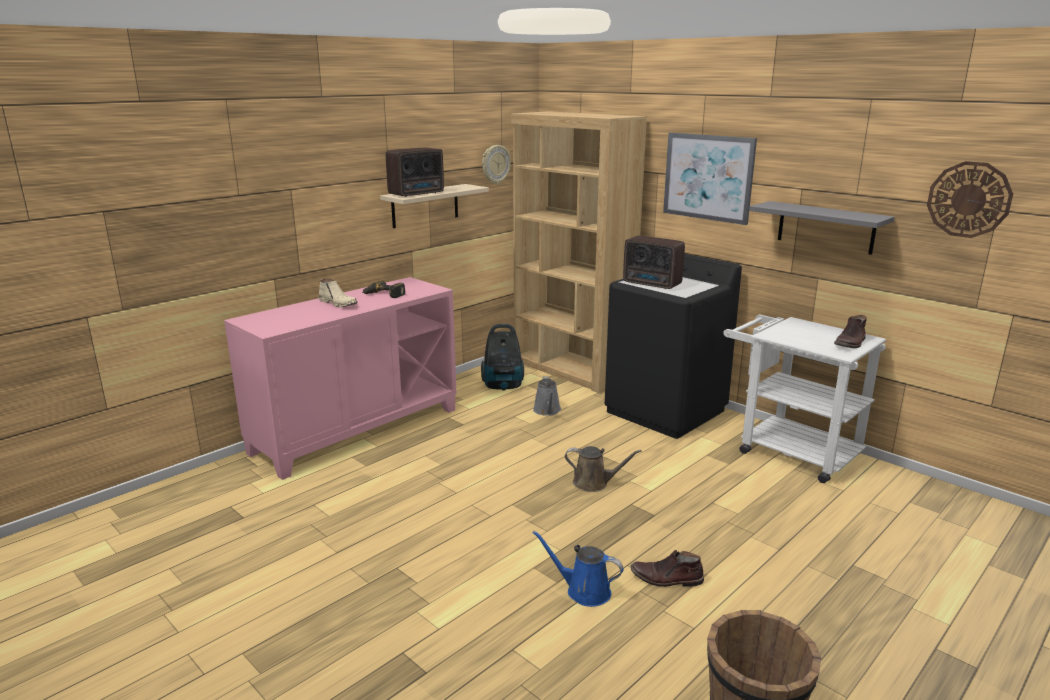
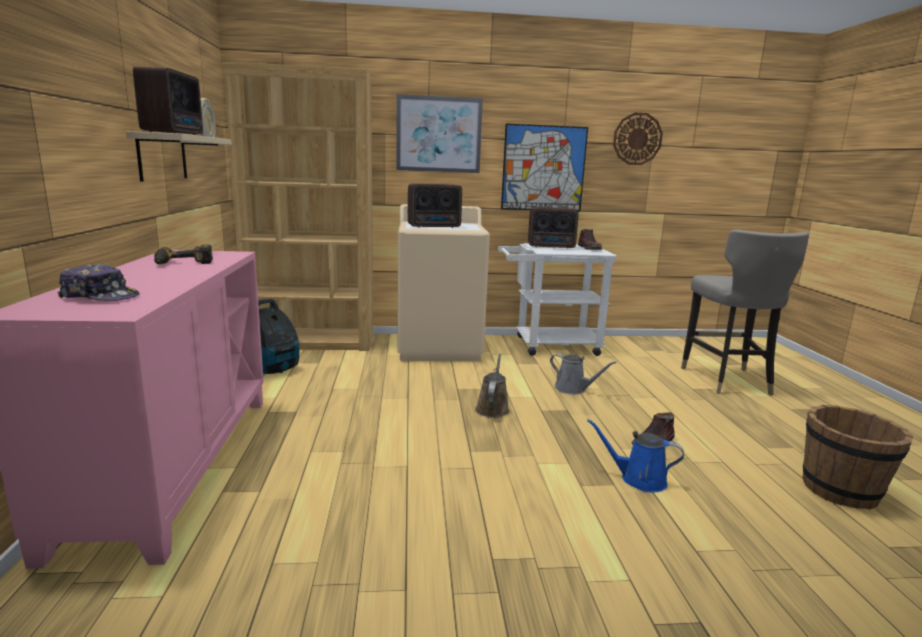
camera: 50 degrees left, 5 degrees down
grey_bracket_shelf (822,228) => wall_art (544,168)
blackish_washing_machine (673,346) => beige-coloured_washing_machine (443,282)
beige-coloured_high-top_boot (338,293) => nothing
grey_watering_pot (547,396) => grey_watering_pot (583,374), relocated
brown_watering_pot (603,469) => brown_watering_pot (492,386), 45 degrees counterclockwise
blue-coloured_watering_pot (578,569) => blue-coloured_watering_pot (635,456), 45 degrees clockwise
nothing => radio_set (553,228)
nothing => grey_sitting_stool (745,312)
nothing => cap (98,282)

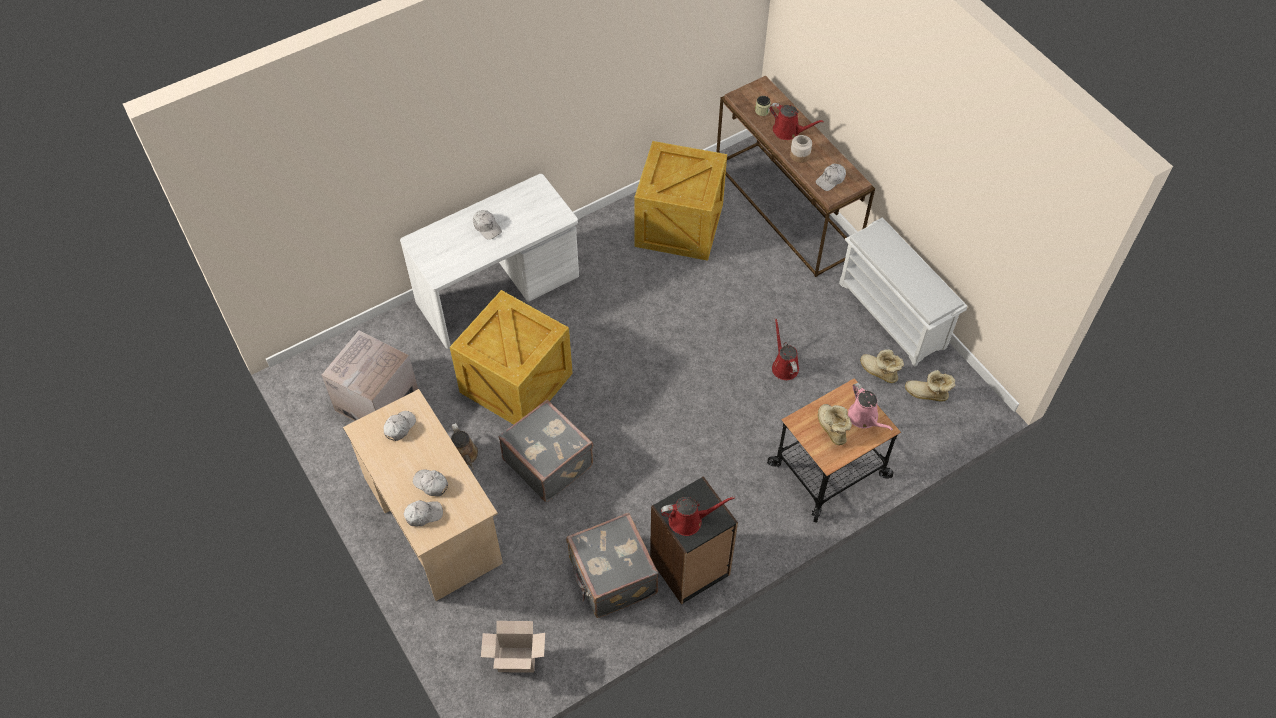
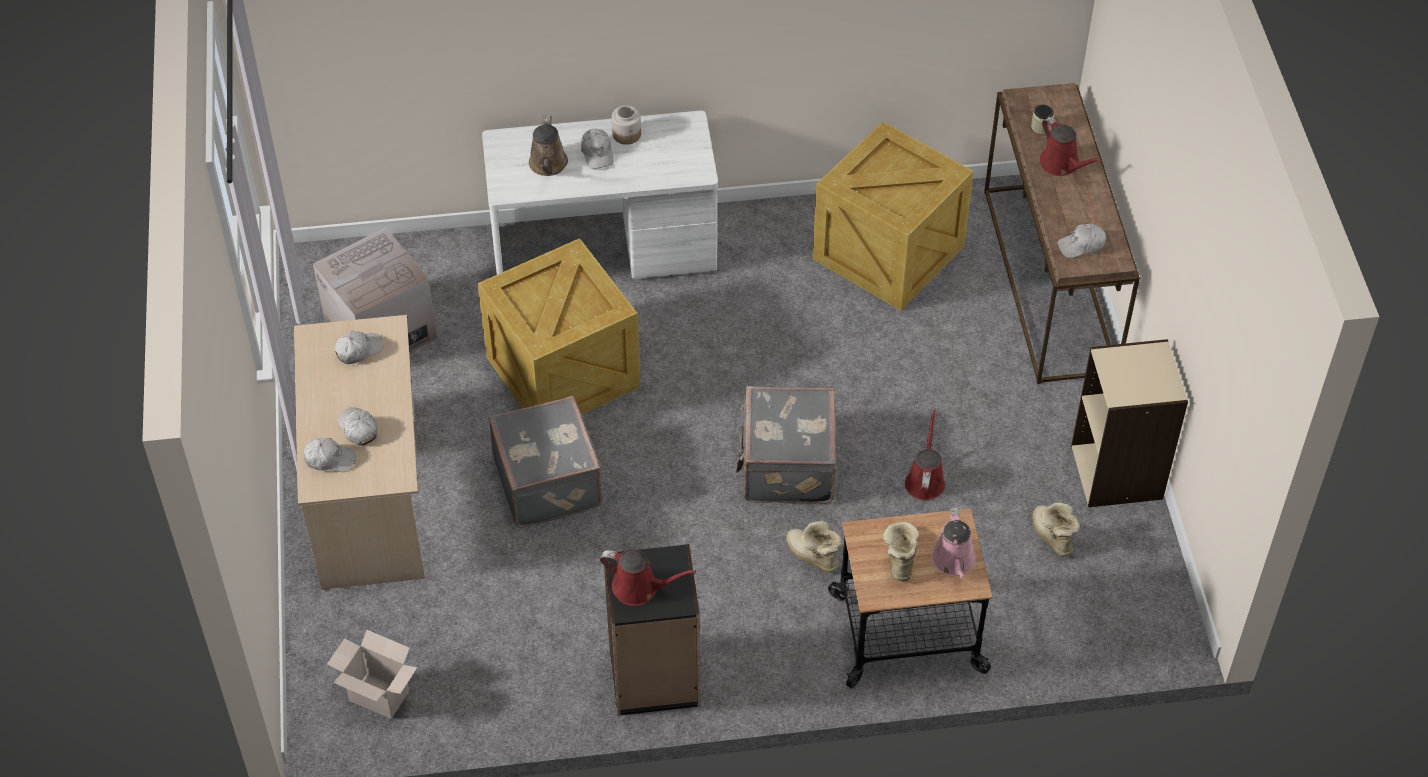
camera: 25 degrees right, 5 degrees down
storage_jar (801,149) => storage_jar (626,125), relocated
white-coloured_shoe_shelf (903,292) => beige-coloured_bookshelf (1129,423)
high-top_boot (930,385) => high-top_boot (814,547), relocated
brown_watering_pot (464,446) => brown_watering_pot (548,146), relocated
grey_piece_of_luggage (612,565) => grey_piece_of_luggage (786,445), relocated

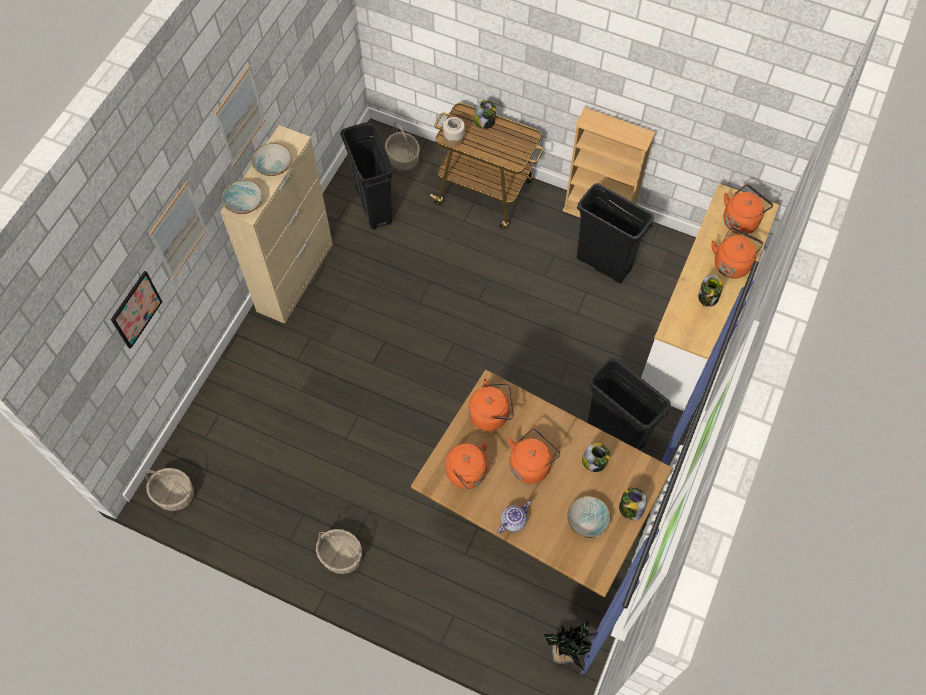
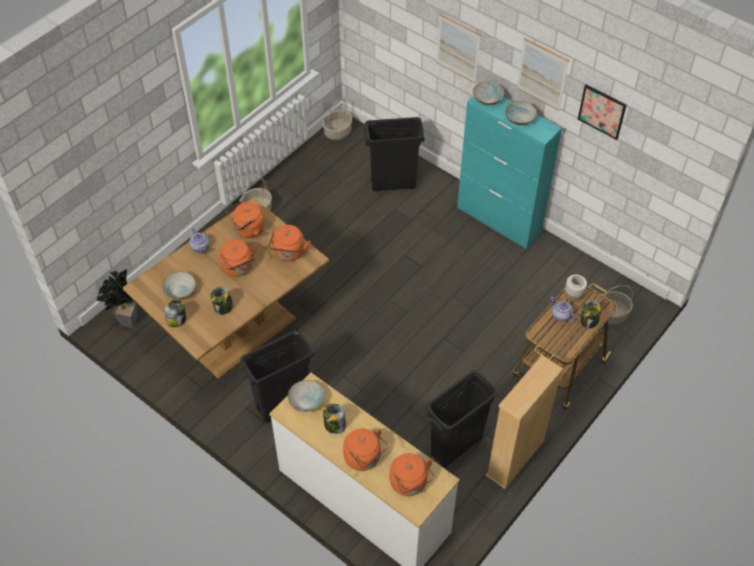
camera: 105 degrees right, 10 degrees down
blackish_waste_bin (367,176) => blackish_waste_bin (394,154), relocated
beige-coloured_cupboard (276,224) => turquoise_cupboard (509,172)
wall_art (136,310) => wall_art (602,112), relocated
nothing => teapot (563,309)
nothing => deep_dish (306,396)

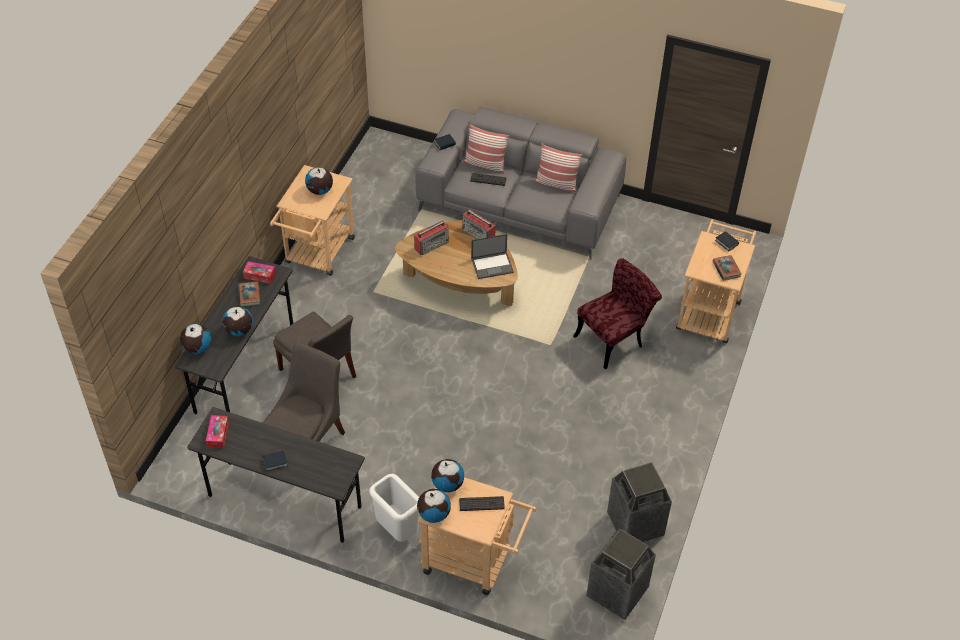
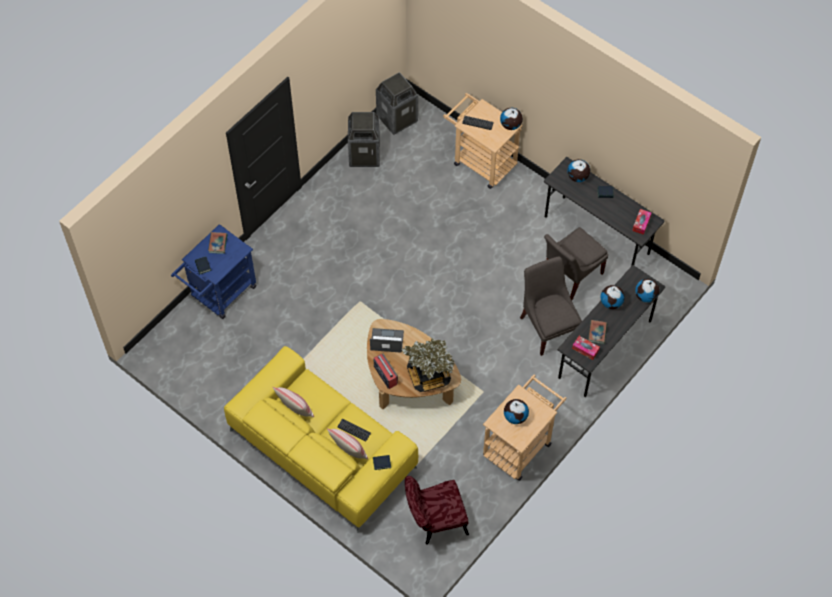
camera: 160 degrees left, 10 degrees up
grey_couch (521,183) => yellow_couch (321,439)
beige-coloured_wheeled_cart (716,281) => blue-coloured_wheeled_cart (213,271)
radio_set (431,238) => houseplant (427,365)
reddish_chair (617,313) => reddish_chair (437,510), relocated
globe (447,475) => globe (578,170), relocated
white-coloured_waste_bin (394,508) => nothing

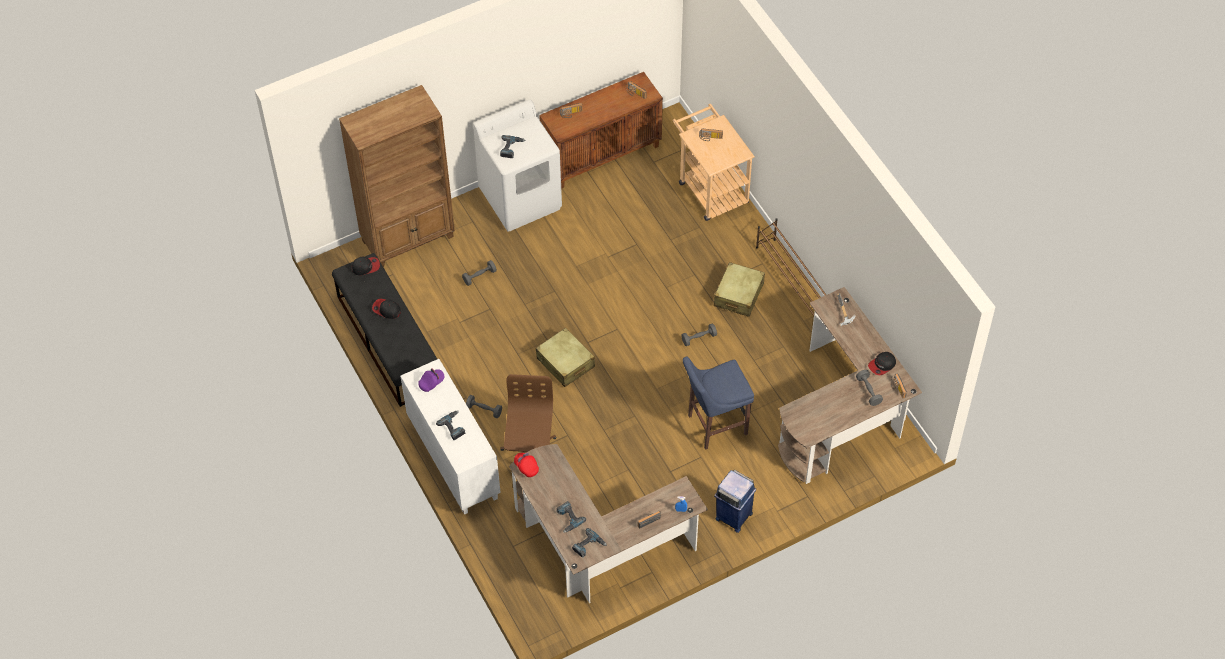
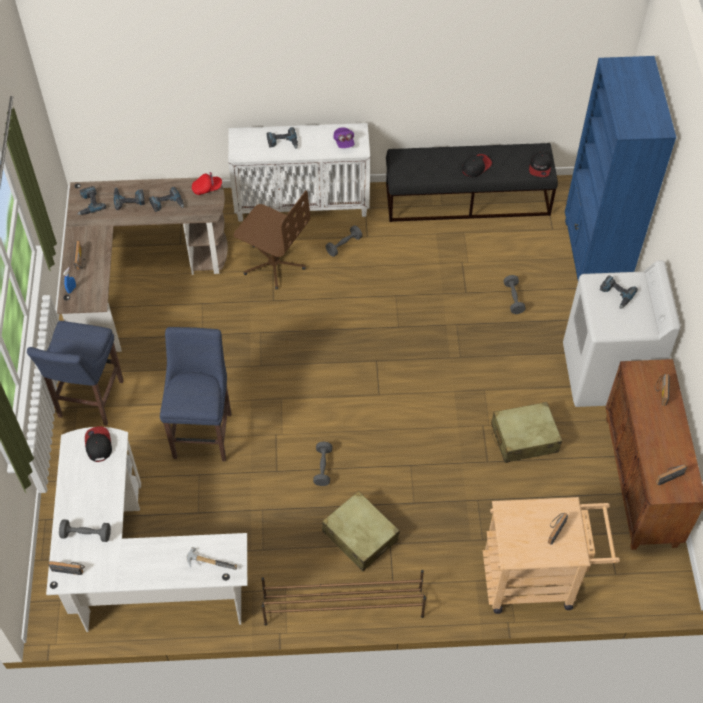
camera: 115 degrees right, 0 degrees up
brown_bookshelf (397,176) => blue-coloured_bookshelf (620,168)
brown_desk_unit (850,385) => white-coloured_desk_unit (146,529)
beige-coloured_piece_of_luggage (565,357) => beige-coloured_piece_of_luggage (526,432), relocated
cap (882,363) => cap (98,444), relocated
blue-coloured_waste_bin (735,501) => blue-coloured_sitting_stool (75,373)
nothing => electric_drill (166,199)

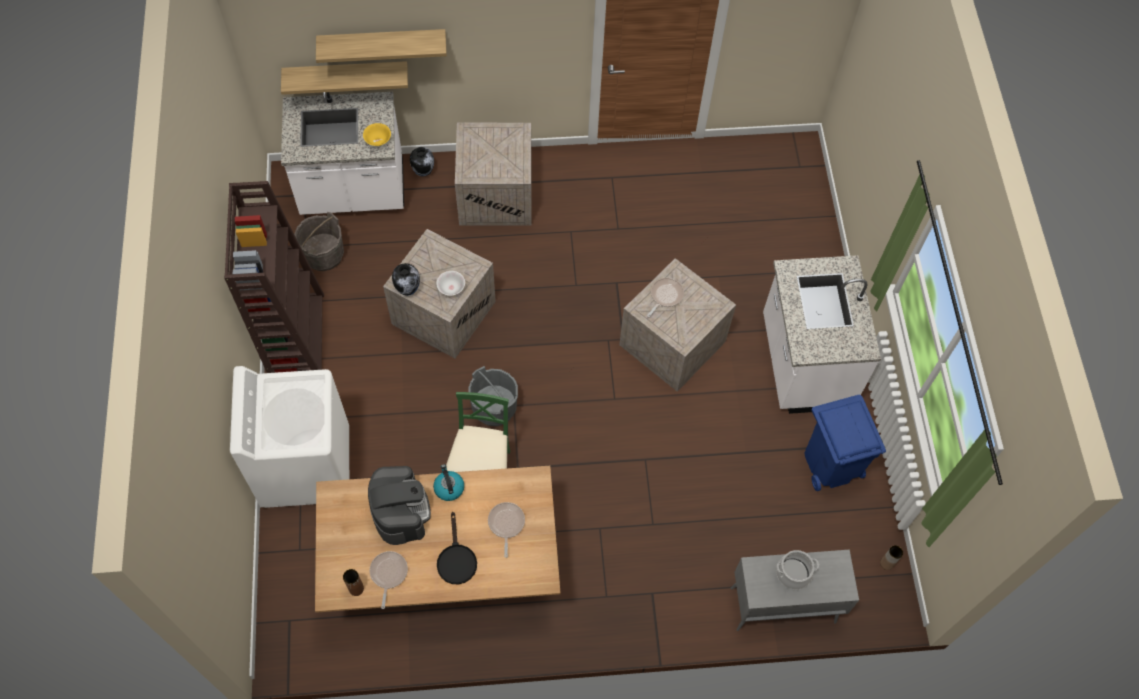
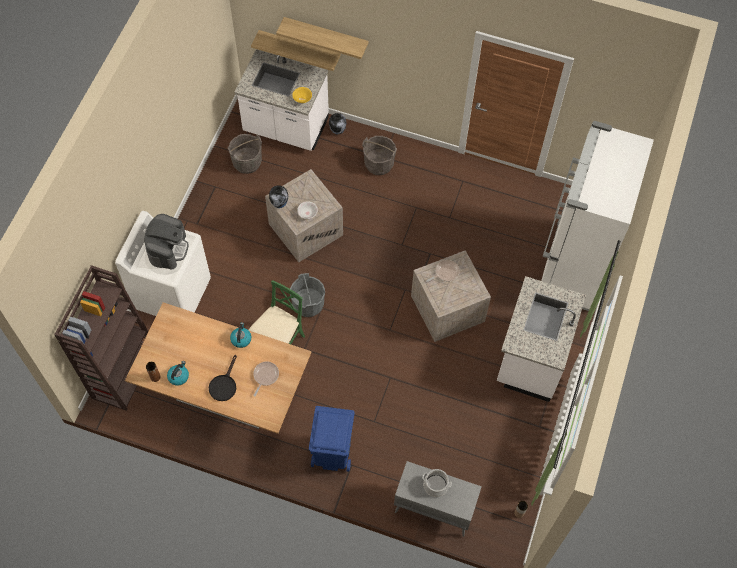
camera: 25 degrees right, 0 degrees up
packing_crate (493,174) => grey_water_bucket (379,155)
brown_bookshelf (274,277) => brown_bookshelf (101,338), relocated
blue-coloured_waste_bin (845,443) => blue-coloured_waste_bin (332,439), relocated
coffee_machine (399,505) => coffee_machine (166,242), relocated
skillet (389,580) => water_kettle (178,373)
nothing => white-coloured_kitchen_fridge (597,216)

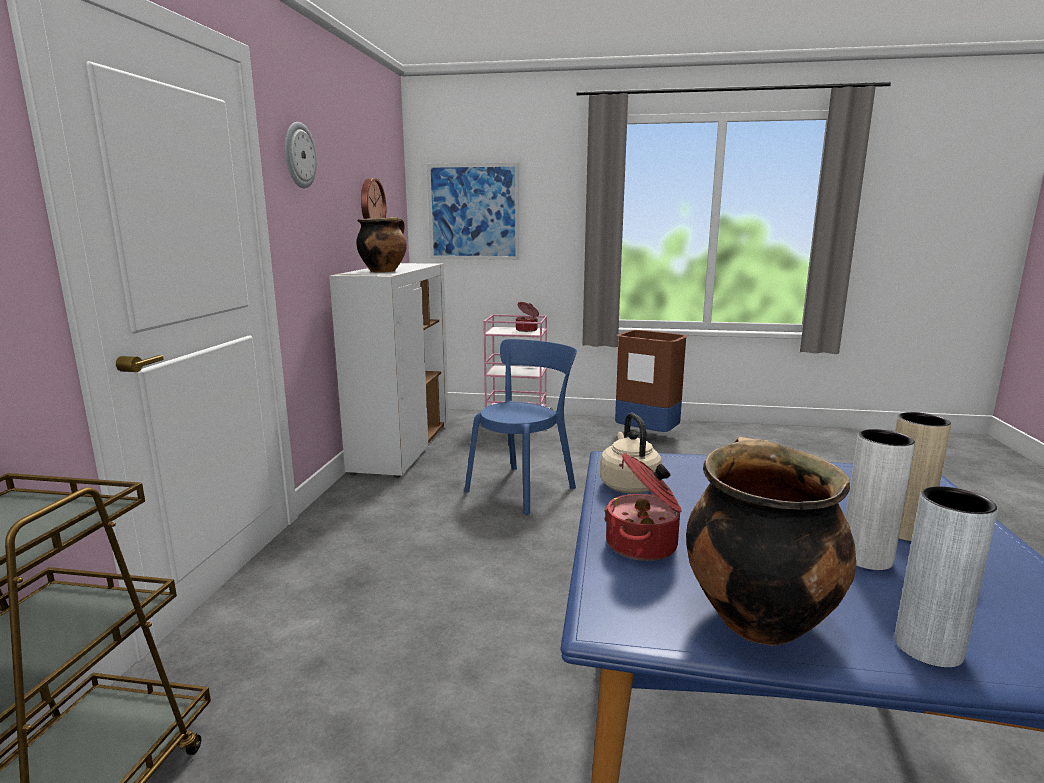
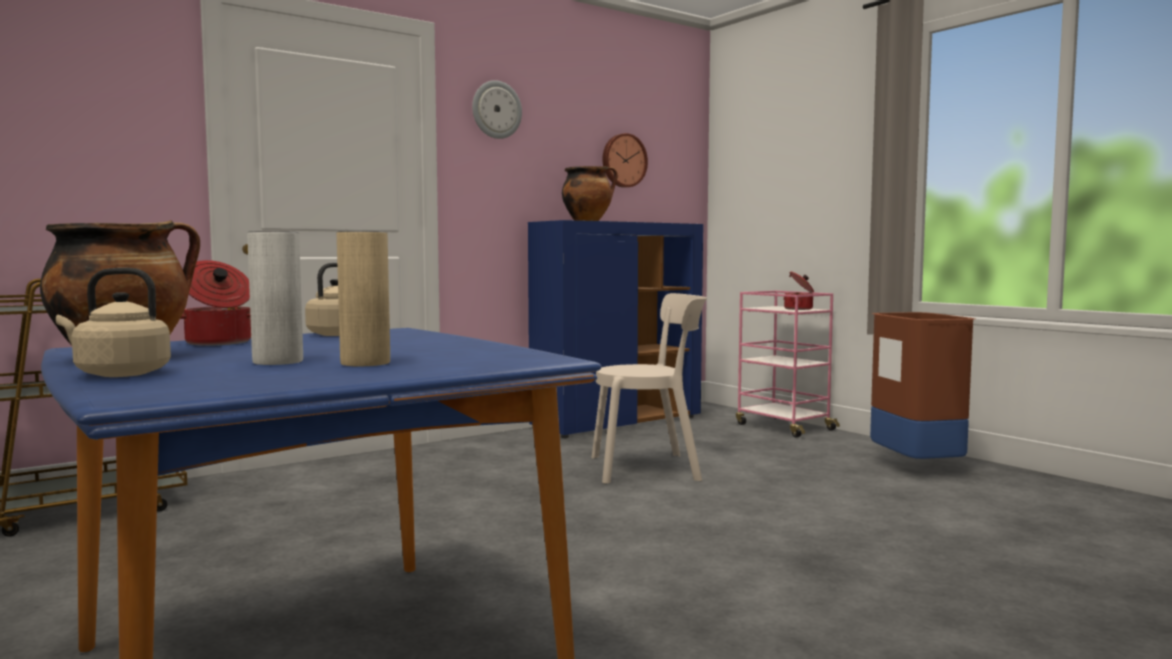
camera: 45 degrees right, 10 degrees down
wall_art (473,211) => nothing
white-coloured_cupboard (389,370) => blue-coloured_cupboard (615,329)
blue-coloured_chair (520,427) => beige-coloured_chair (649,388)
grey_vase (946,576) => beige-coloured_water_kettle (113,322)

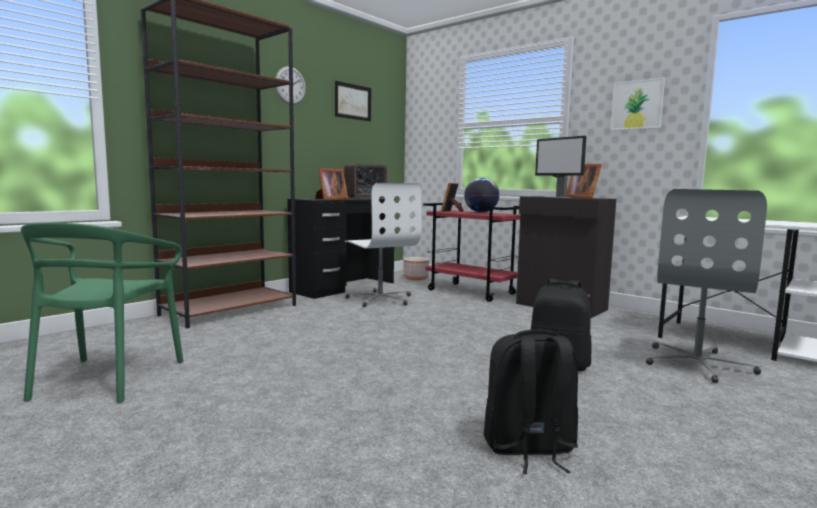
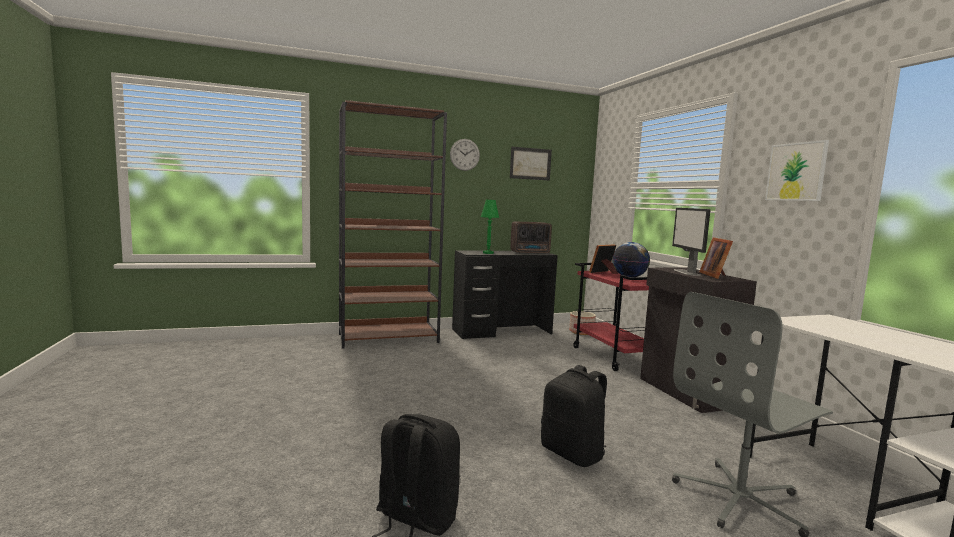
camera: 30 degrees right, 0 degrees up
picture_frame (331,184) => green-coloured_lamp_for_a_table (490,227)
white-coloured_computer_chair (383,245) => nothing
green-coloured_chair (102,313) => nothing

